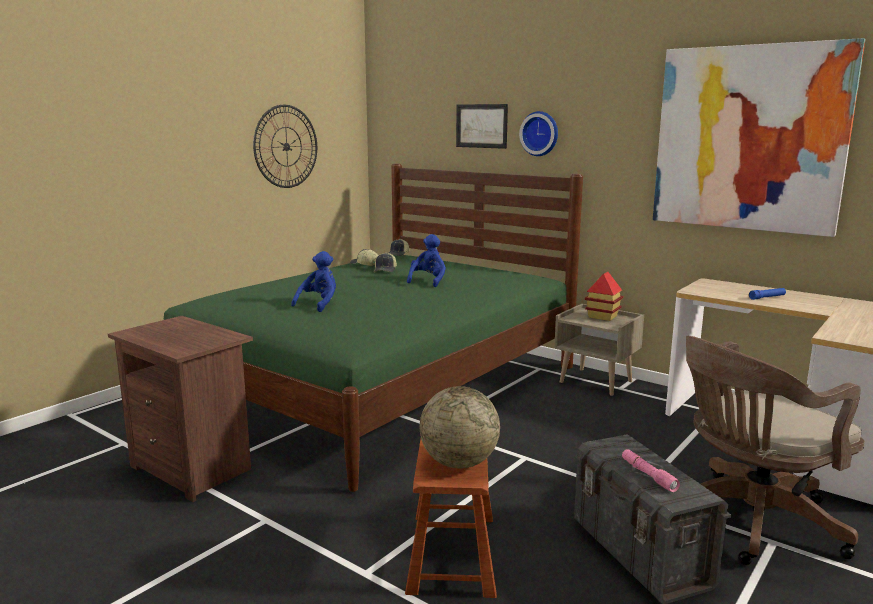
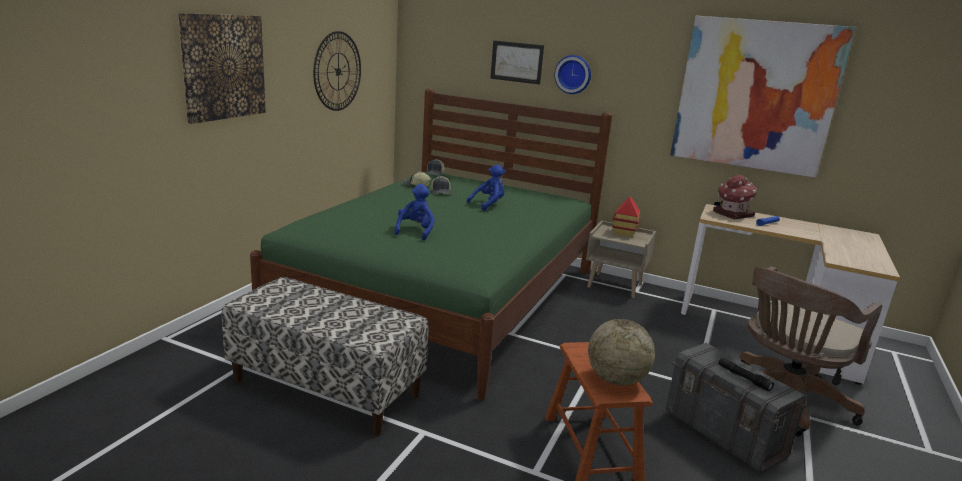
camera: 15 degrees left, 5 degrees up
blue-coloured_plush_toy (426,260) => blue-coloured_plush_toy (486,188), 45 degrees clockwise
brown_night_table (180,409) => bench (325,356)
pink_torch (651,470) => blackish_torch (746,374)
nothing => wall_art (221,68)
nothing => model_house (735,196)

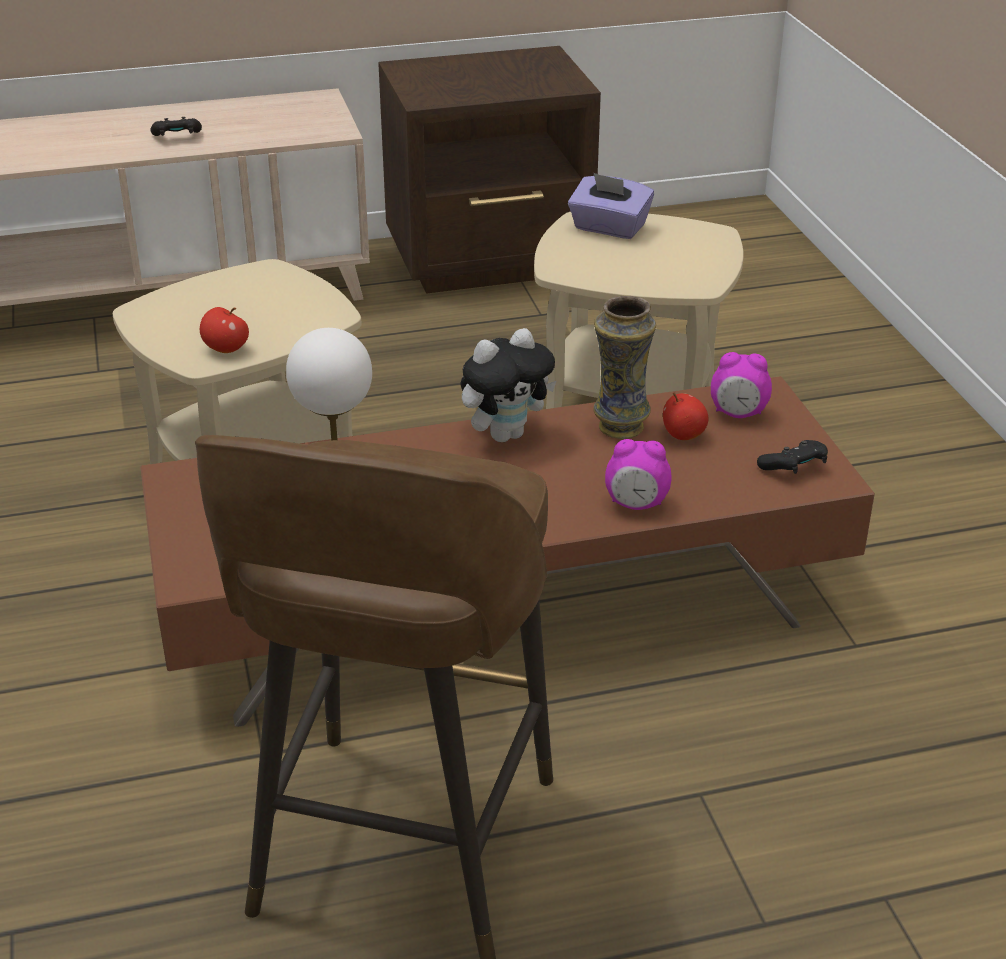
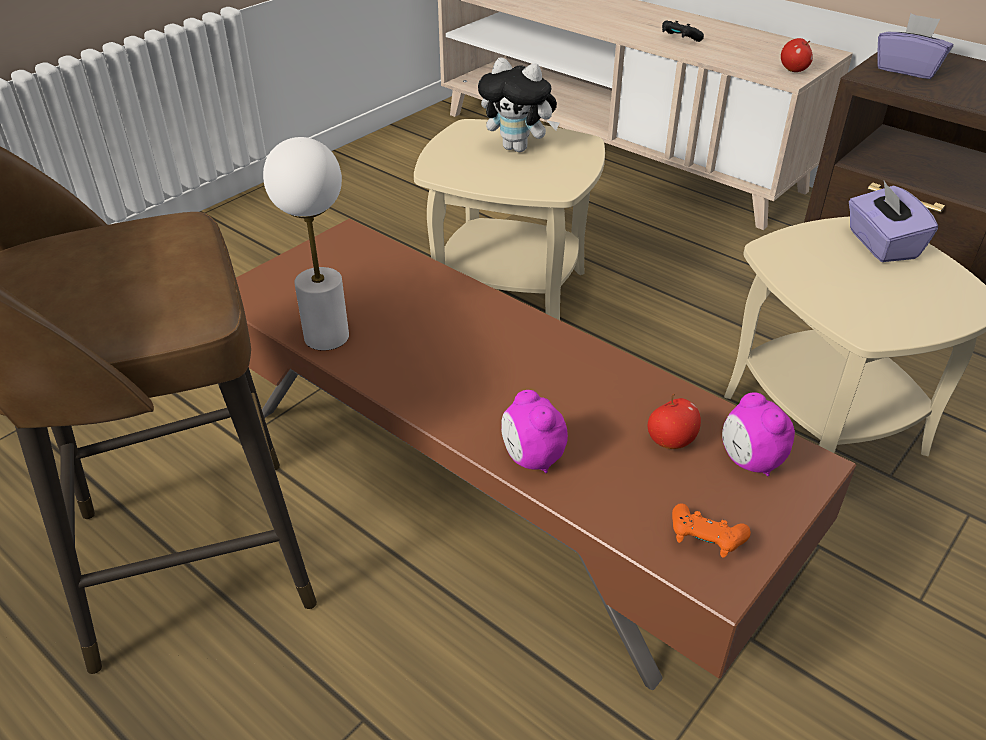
camera: 55 degrees right, 5 degrees up
vase (624,367) => nothing
apple (224,330) => apple (797,55), relocated
plush_toy (508,385) => plush_toy (518,104), relocated
blackish_gamepad (792,457) => orange_gamepad (711,530)
nothing => purple-coloured_box_of_tissues (915,46)

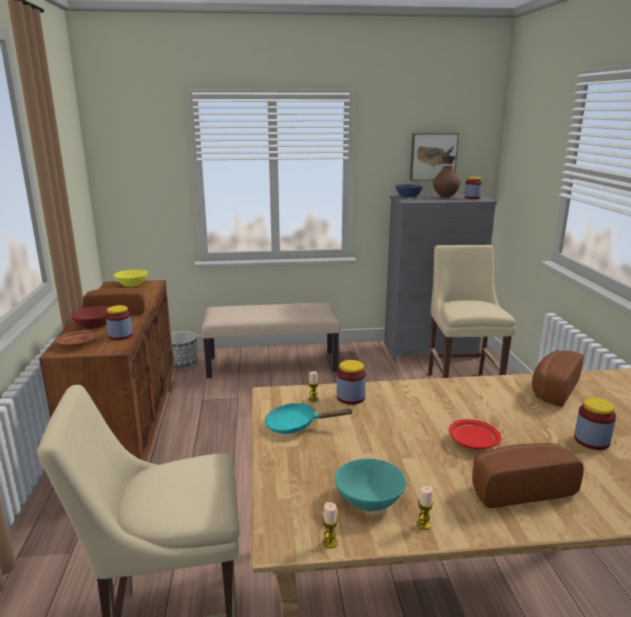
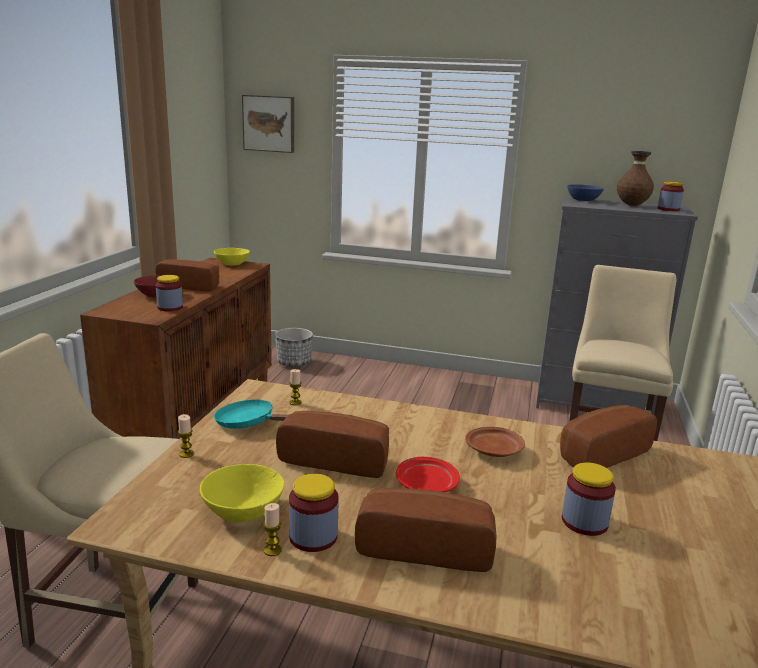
camera: 20 degrees right, 0 degrees up
wall_art (434,157) => wall_art (268,124), relocated
beige-coloured_bench (271,340) => nothing
brown_dinner_plate (76,338) => brown_dinner_plate (495,442), relocated
storage_jar (351,382) => storage_jar (314,513), relocated
turquoise_deep_dish (371,484) => yellow_deep_dish (242,493)
wax_light (330,525) => wax_light (186,436), relocated
nothing => bread (332,444)

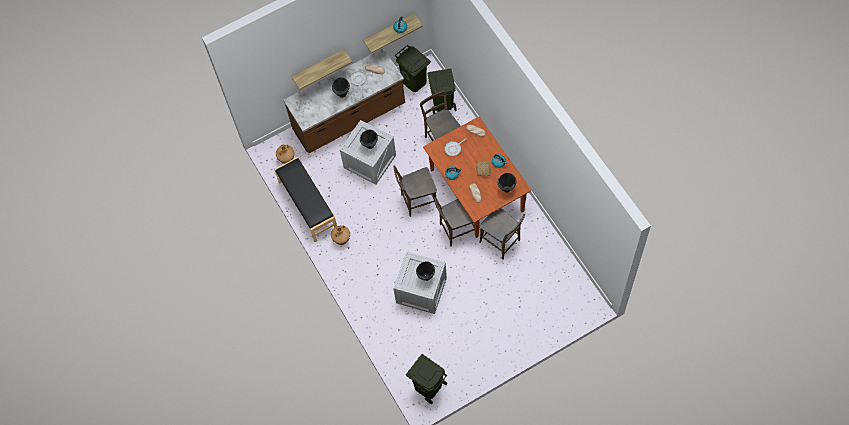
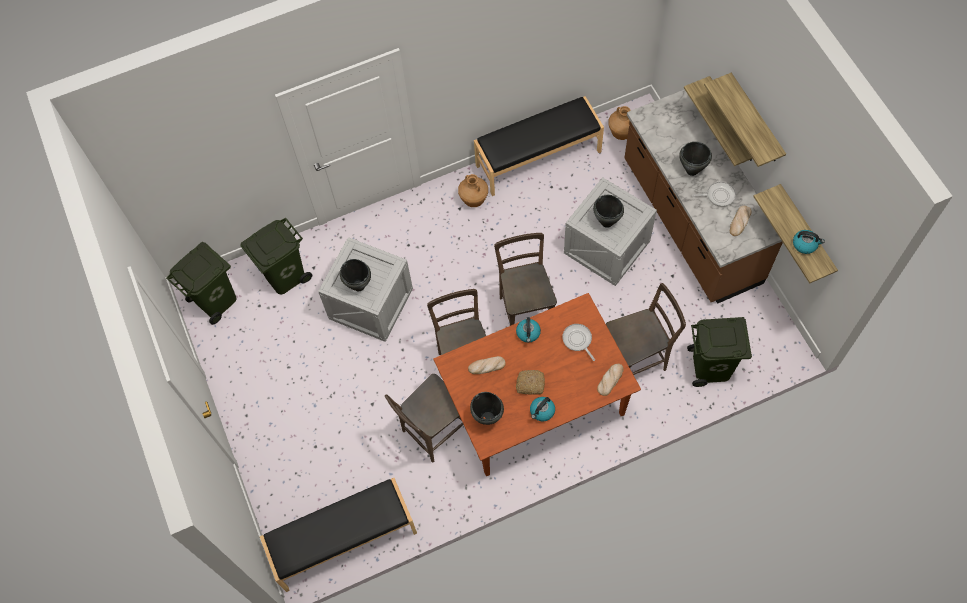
camera: 95 degrees right, 0 degrees up
green-coloured_waste_bin (413,68) => green-coloured_waste_bin (276,256), relocated
nothing => bracket_shelf (745,120)
nothing => blackish_bench (338,535)

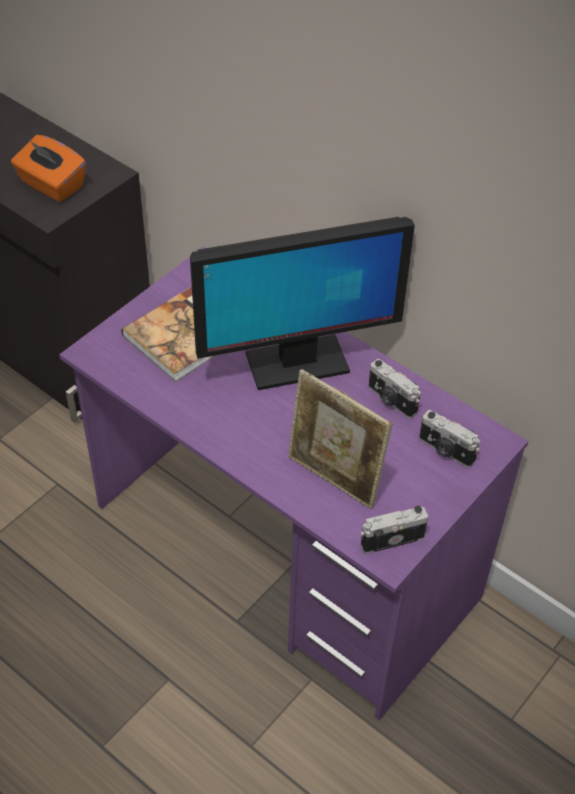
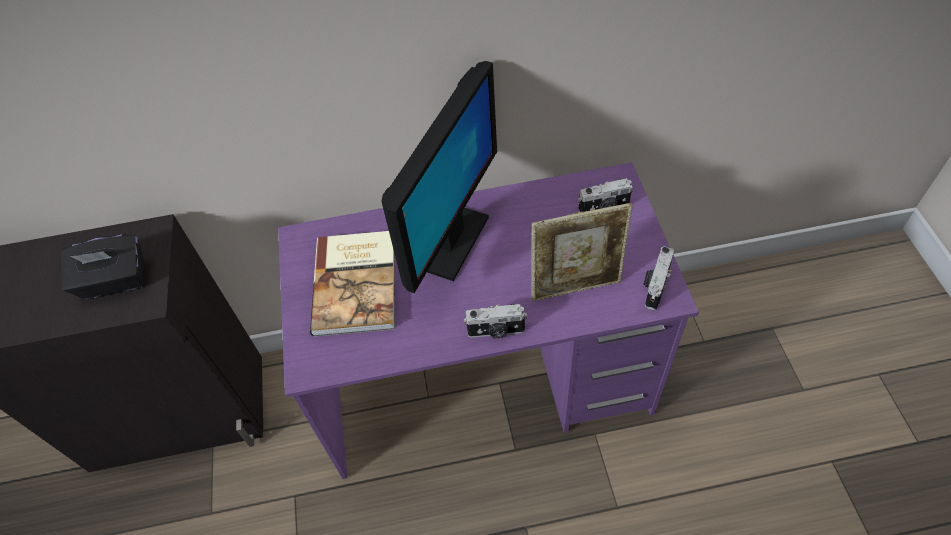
camera: 45 degrees left, 5 degrees up
orange_box_of_tissues (48,168) => blackish_box_of_tissues (102,266)
photo_camera (394,388) => photo_camera (495,321), relocated

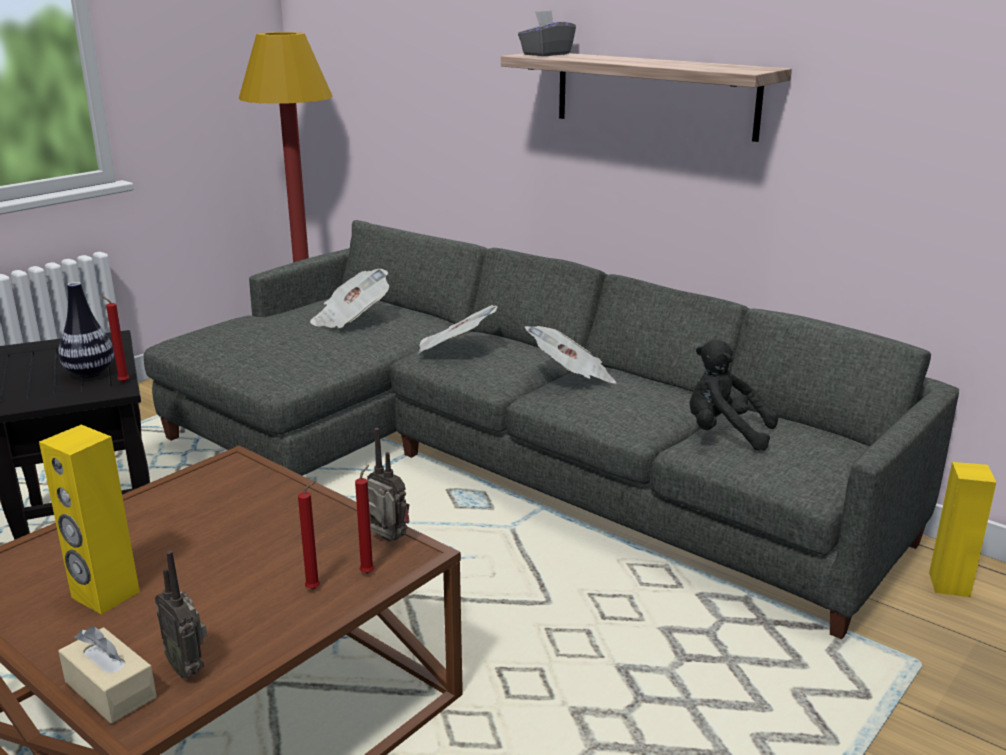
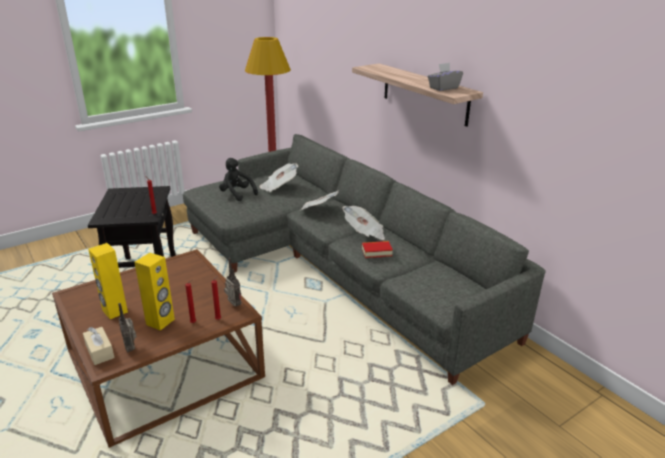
camera: 15 degrees right, 5 degrees up
grey_box_of_tissues (547,33) => grey_box_of_tissues (445,77), relocated
vase (86,330) => nothing
blackish_plush_toy (733,395) => blackish_plush_toy (238,179), relocated
yellow_audio_speaker (962,529) => yellow_audio_speaker (154,292), relocated
nothing => book (377,249)

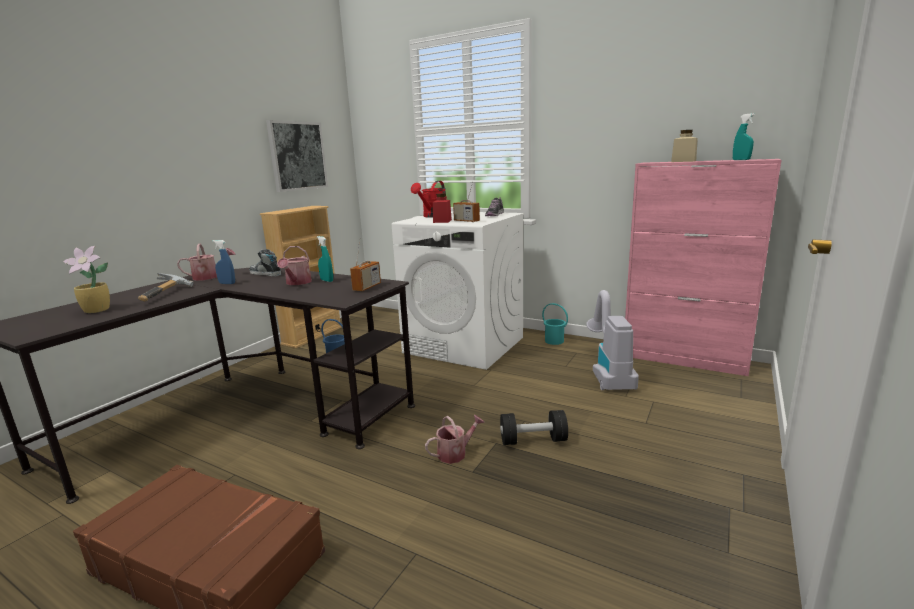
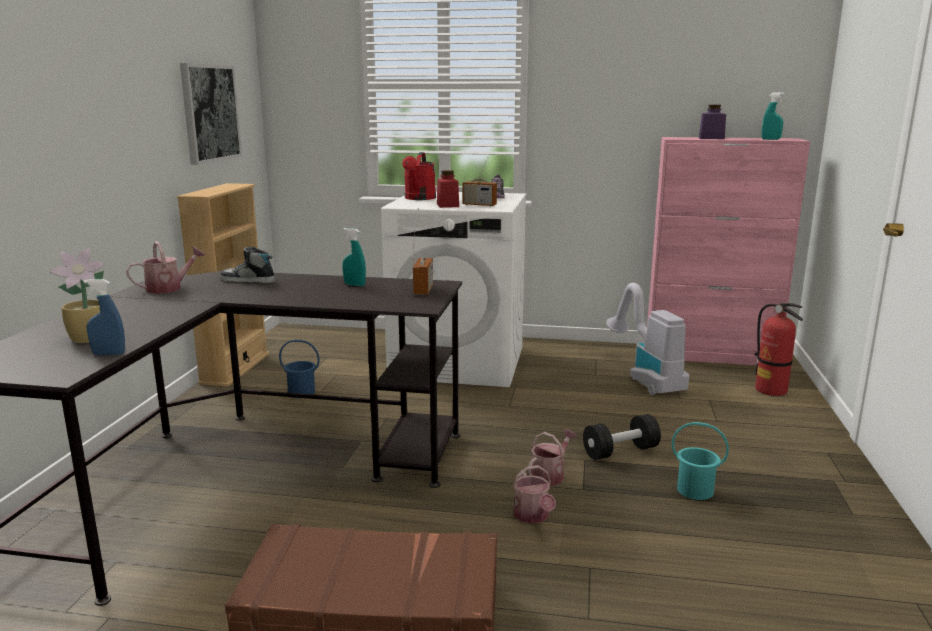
camera: 20 degrees left, 0 degrees up
beige-coloured_storage_jar (684,146) => purple-coloured_storage_jar (712,122)
blue-coloured_hand_sprayer (223,262) => blue-coloured_hand_sprayer (104,317), relocated
watering_pot (294,265) => watering_pot (534,494), relocated
hammer (166,287) => nothing
turquoise_water_bucket (555,324) => turquoise_water_bucket (700,461), relocated
nothing => fire-fighting_cylinder (779,349)

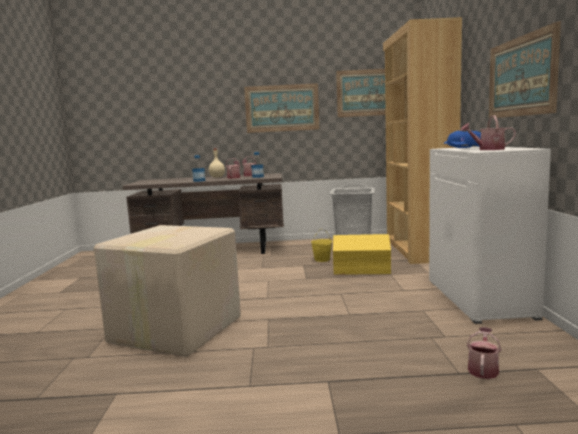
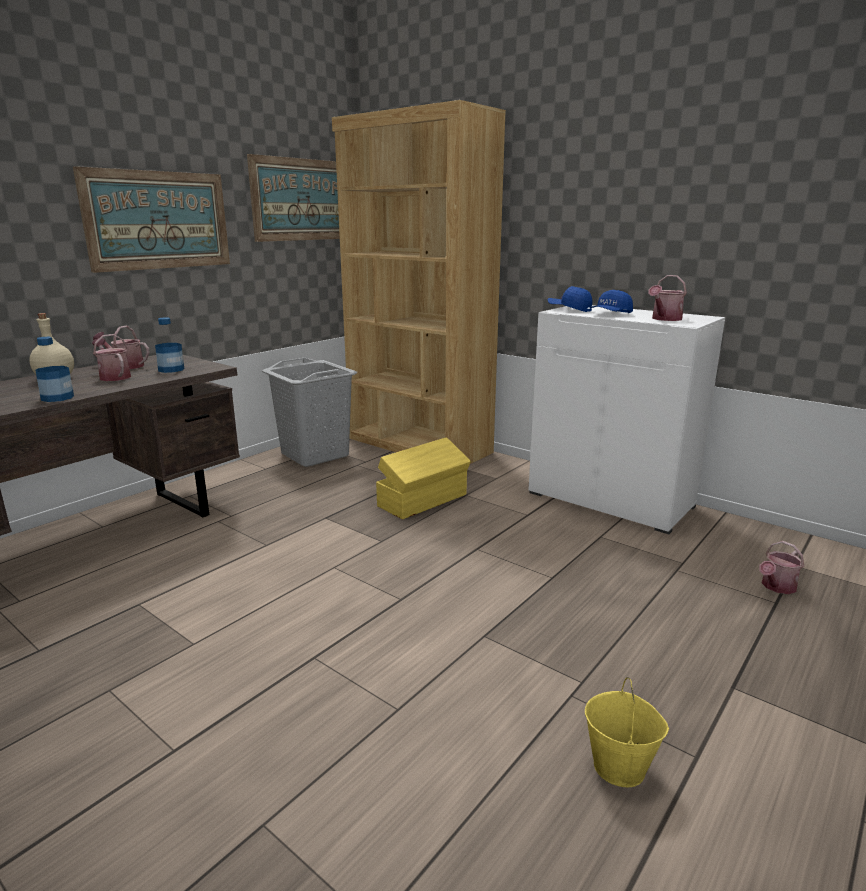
camera: 50 degrees left, 10 degrees up
wall_art (525,69) => nothing
carton (167,291) => nothing
yellow_water_bucket (321,245) => yellow_water_bucket (627,732), relocated
watering_pot (484,353) => watering_pot (781,567), 105 degrees counterclockwise

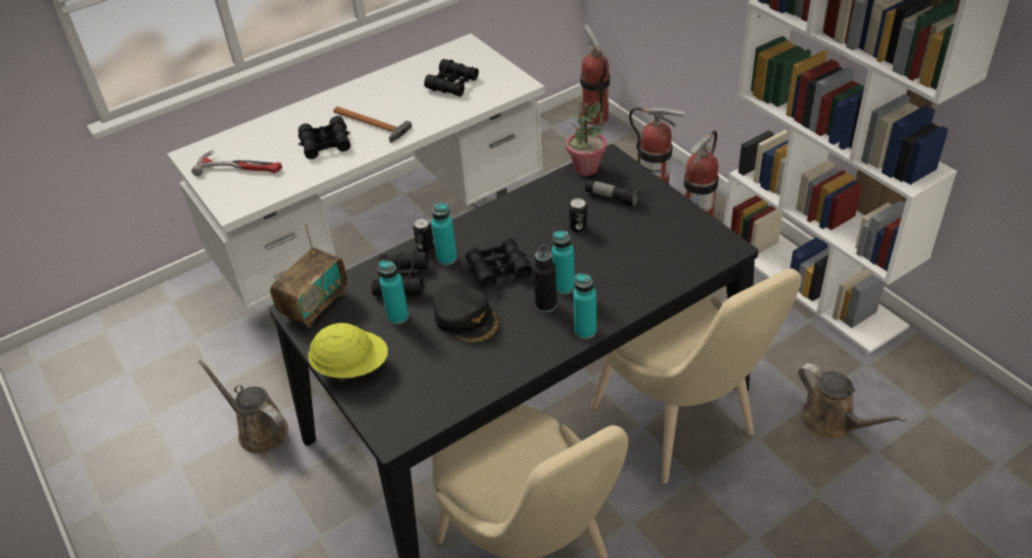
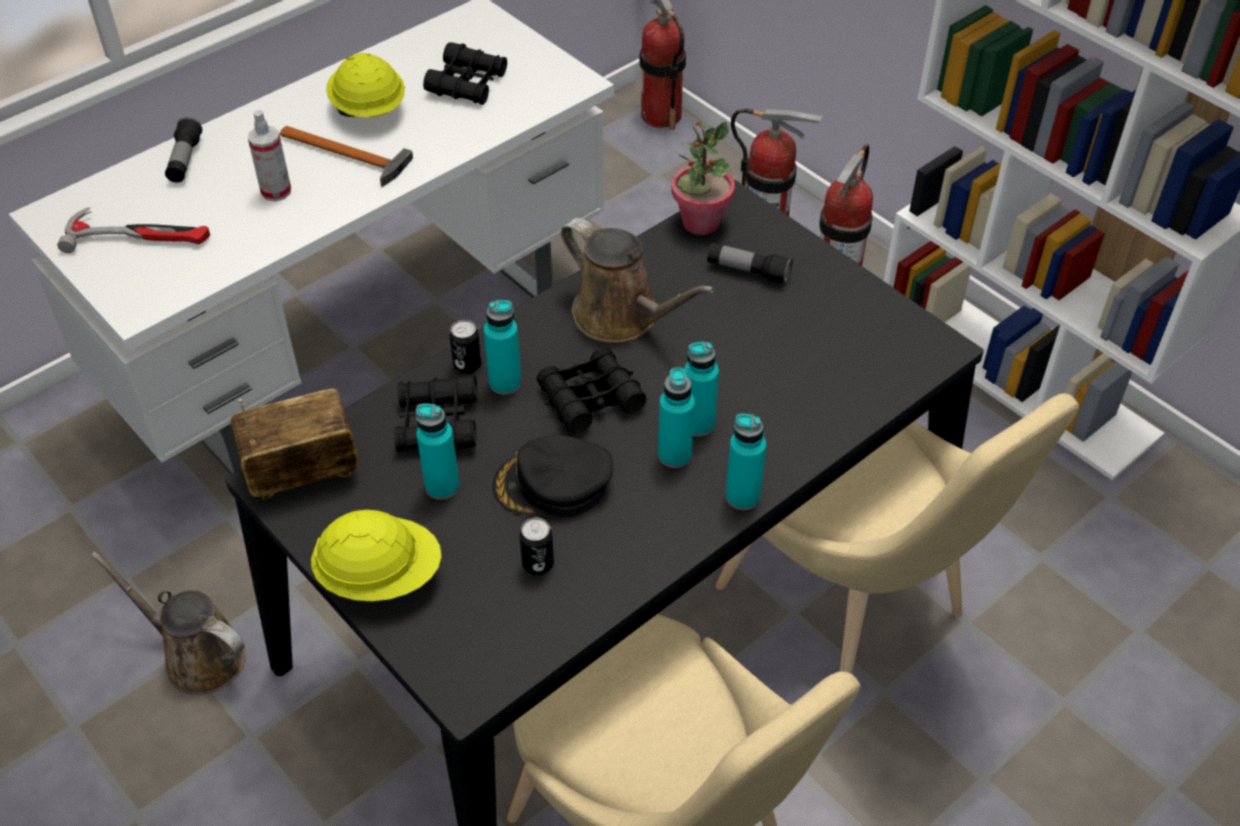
camera: 10 degrees left, 5 degrees up
blackish_field_glasses (324,137) => hand_sprayer (269,155)
sealed_can (578,215) => sealed_can (536,546), relocated
radio_set (309,275) => radio_set (295,444), 135 degrees counterclockwise
blackish_bottle (545,279) => turquoise_bottle (676,417)
blackish_cap (466,314) => blackish_cap (553,476), 135 degrees clockwise
brown_watering_pot (852,401) => brown_watering_pot (638,280), relocated
nothing => yellow_safety_helmet (365,85)
nothing => torch (183,150)

